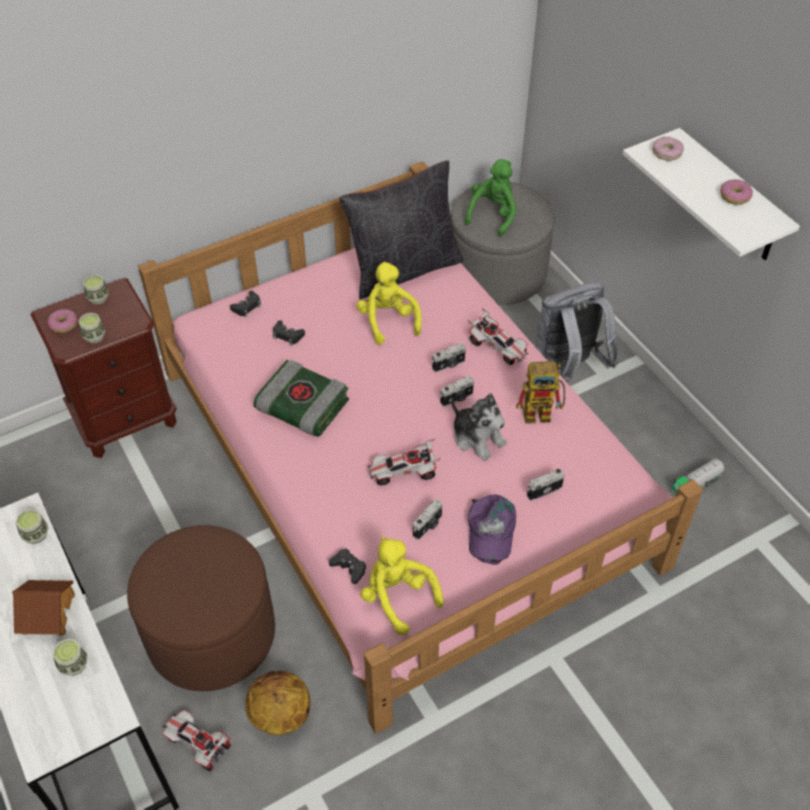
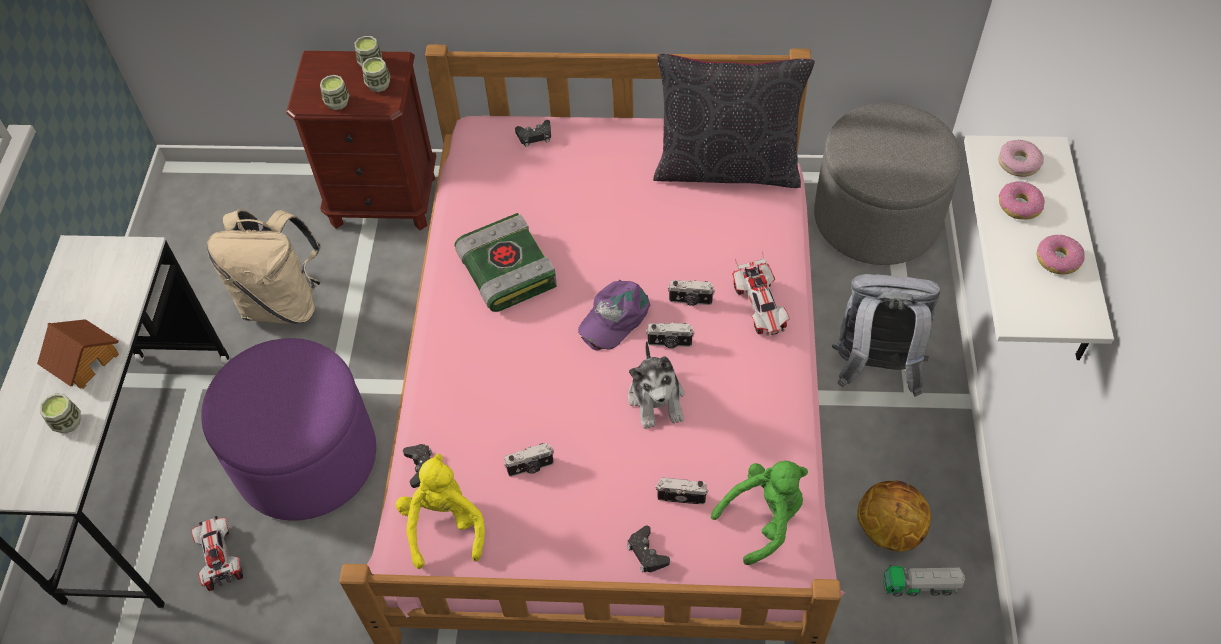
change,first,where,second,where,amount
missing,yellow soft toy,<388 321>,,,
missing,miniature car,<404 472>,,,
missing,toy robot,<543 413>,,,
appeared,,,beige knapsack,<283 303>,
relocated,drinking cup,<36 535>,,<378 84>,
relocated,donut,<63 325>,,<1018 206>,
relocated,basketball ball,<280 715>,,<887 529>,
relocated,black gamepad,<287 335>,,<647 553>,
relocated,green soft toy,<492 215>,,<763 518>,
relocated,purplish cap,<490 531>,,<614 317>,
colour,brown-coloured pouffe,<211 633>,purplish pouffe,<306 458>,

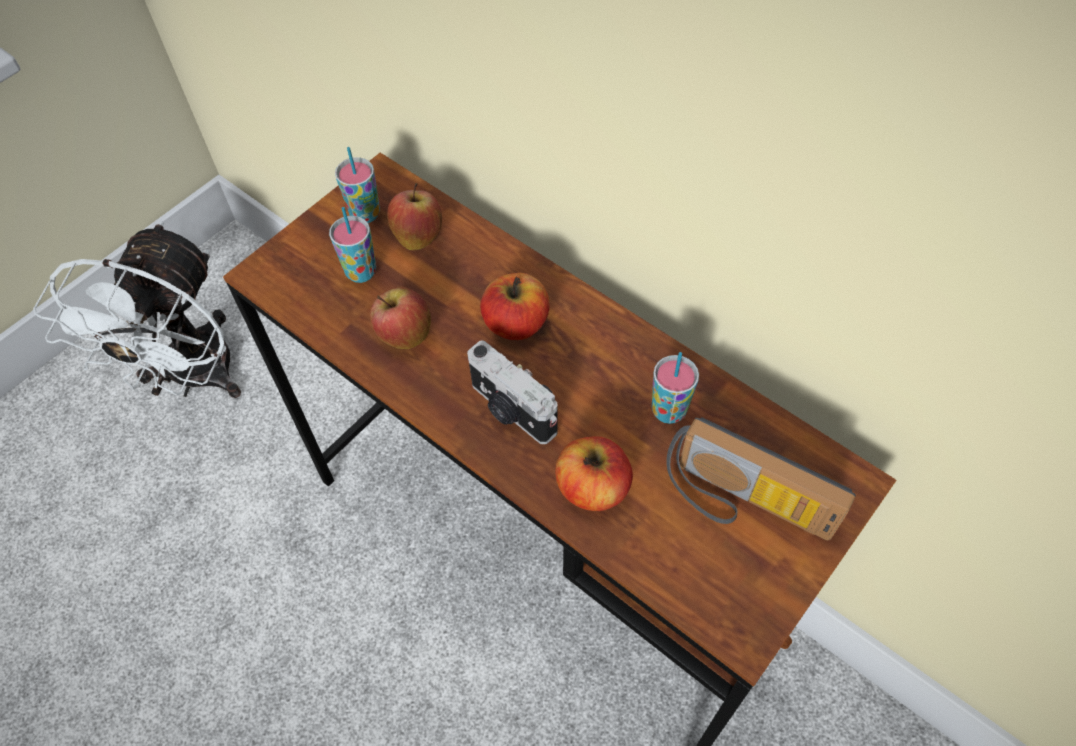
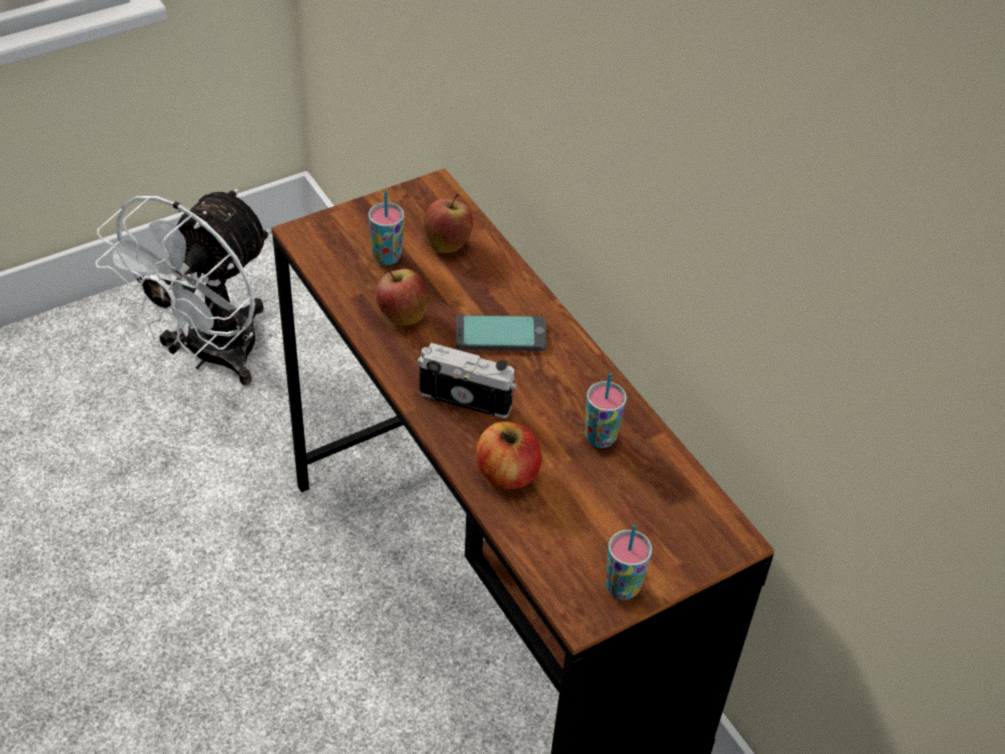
change,first,where,second,where,amount
missing,radio,<743 505>,,,
relocated,drinking cup,<365 214>,,<622 588>,
exchanged,apple,<516 324>,handset,<501 334>,
spun,photo camera,<511 410>,,<466 397>,135 degrees clockwise

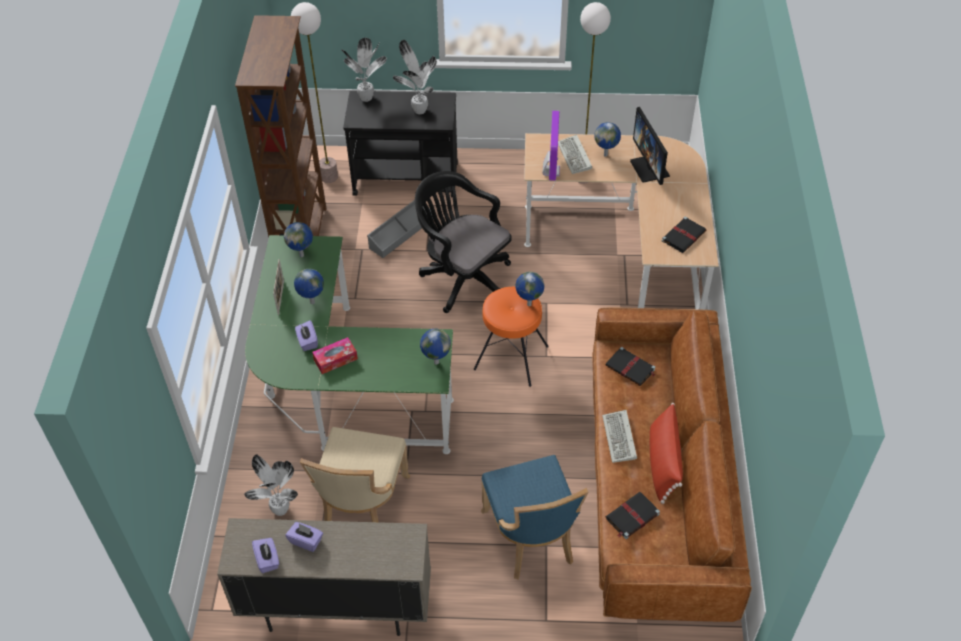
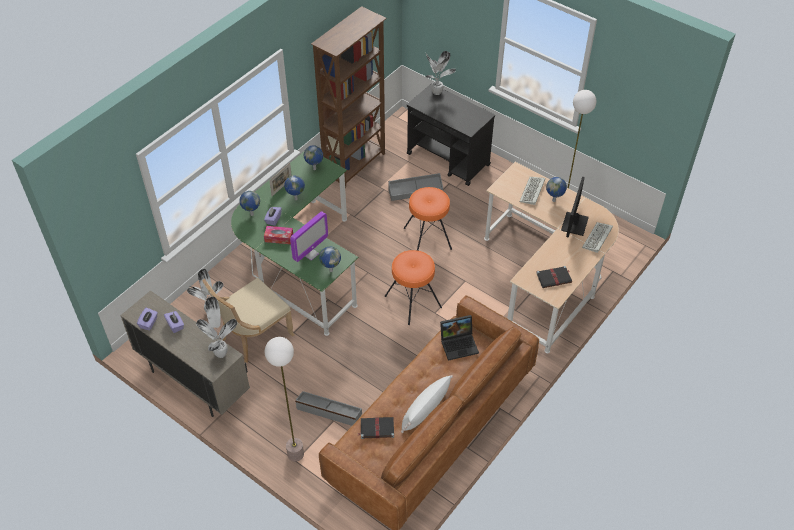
change,first,where,second,where,amount
relocated,standard lamp,<329 176>,,<296 453>,
relocated,plant in a pot,<419 110>,,<221 352>,
relocated,globe,<528 304>,,<251 214>,
relocated,computer display,<551 171>,,<310 254>,
relocated,computer keyboard,<620 439>,,<597 239>,
exchanged,black computer chair,<463 278>,orange-coloured stool seat,<428 238>,
exchanged,blue-coloured plain chair,<531 539>,gray storage container,<329 411>,
exchanged,black volume,<631 368>,notebook computer,<459 344>,
colour,reddish cushion,<663 463>,whitish cushion,<425 410>,

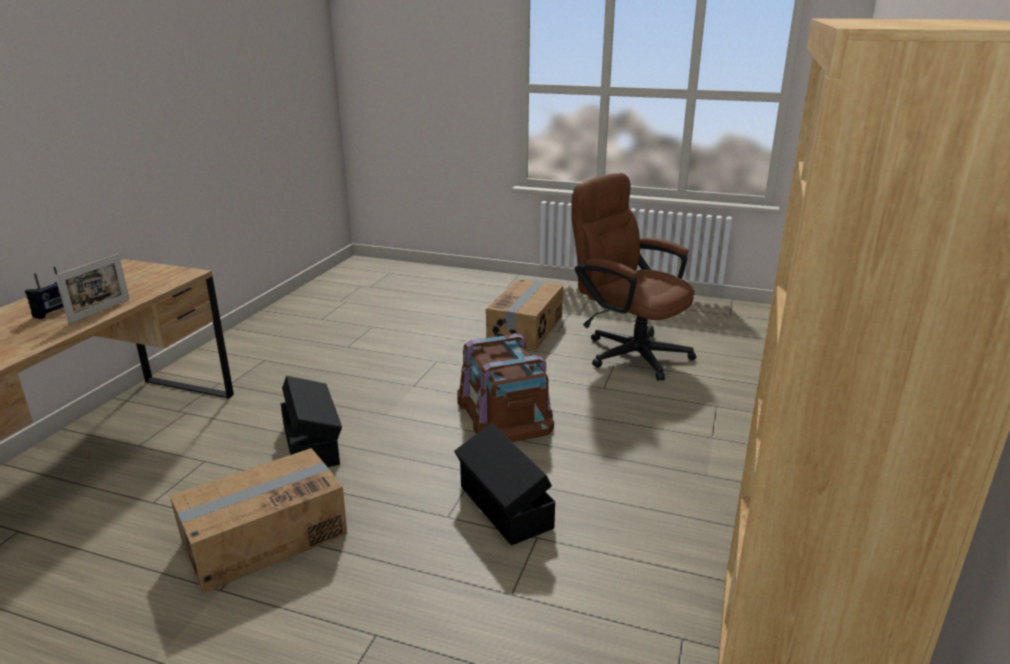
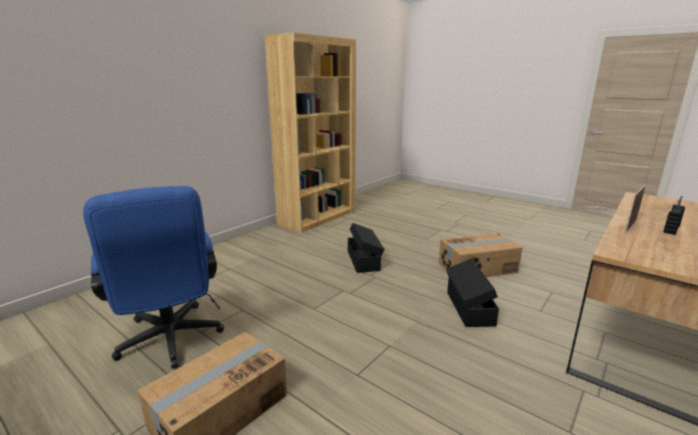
change,first,where,second,where,amount
missing,brown-coloured storage container,<504 412>,,,
colour,brown-coloured computer chair,<628 351>,blue-coloured computer chair,<171 342>,

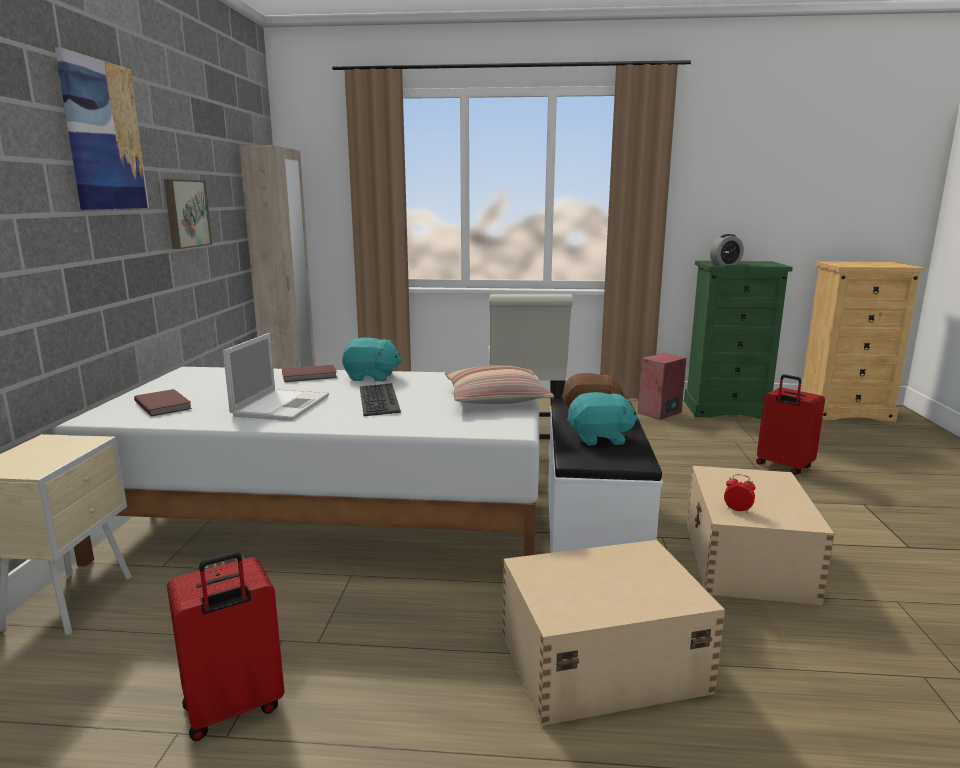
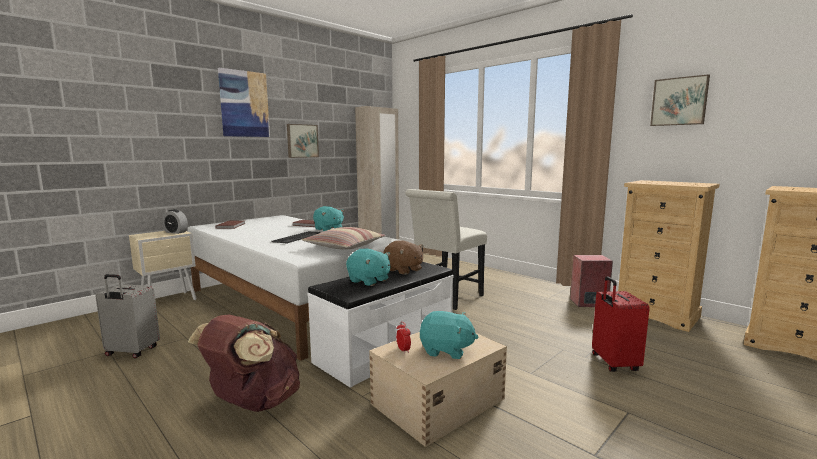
change,first,where,second,where,amount
missing,notebook computer,<282 405>,,,
appeared,,,turquoise-coloured soft toy,<446 350>,
appeared,,,picture,<679 101>,
relocated,table clock,<725 264>,,<176 232>,
exchanged,beige storage container,<599 662>,brown-coloured knapsack,<253 403>,
colour,reddish piece of luggage,<233 709>,gray piece of luggage,<131 352>,
colour,green chest of drawers,<726 409>,beige chest of drawers,<657 314>,

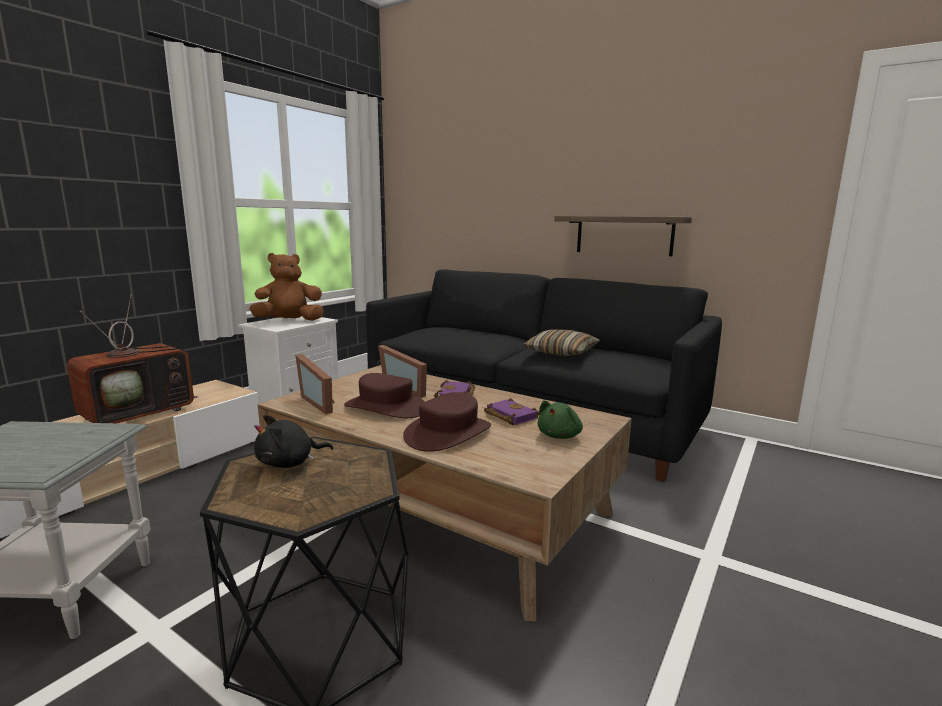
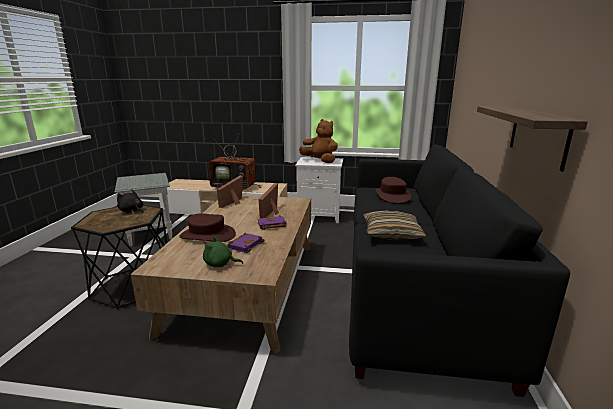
change,first,where,second,where,amount
relocated,brown-coloured hat,<386 407>,,<392 196>,

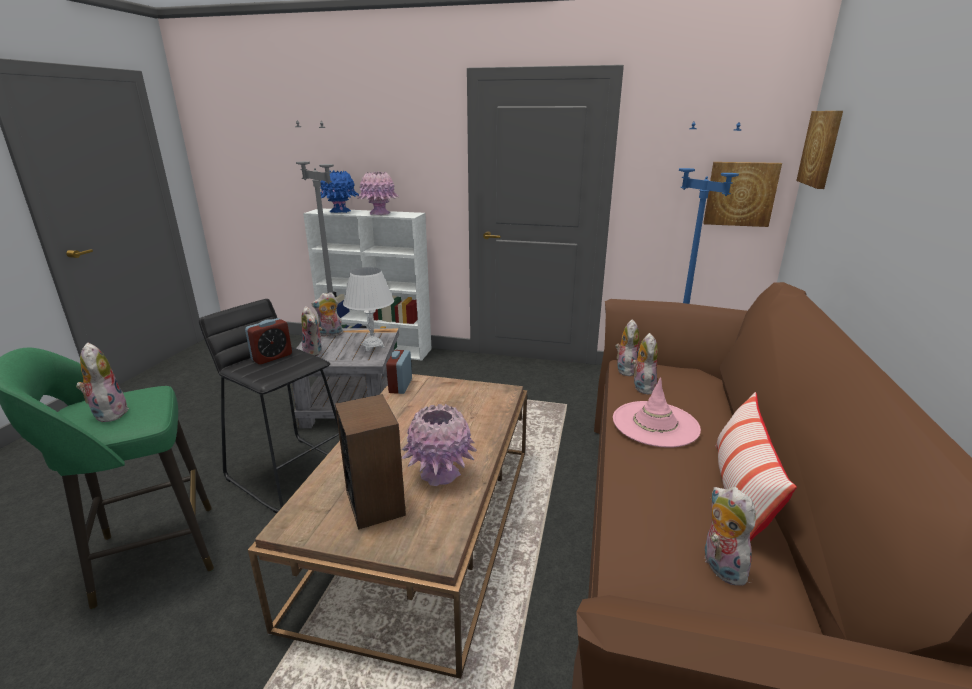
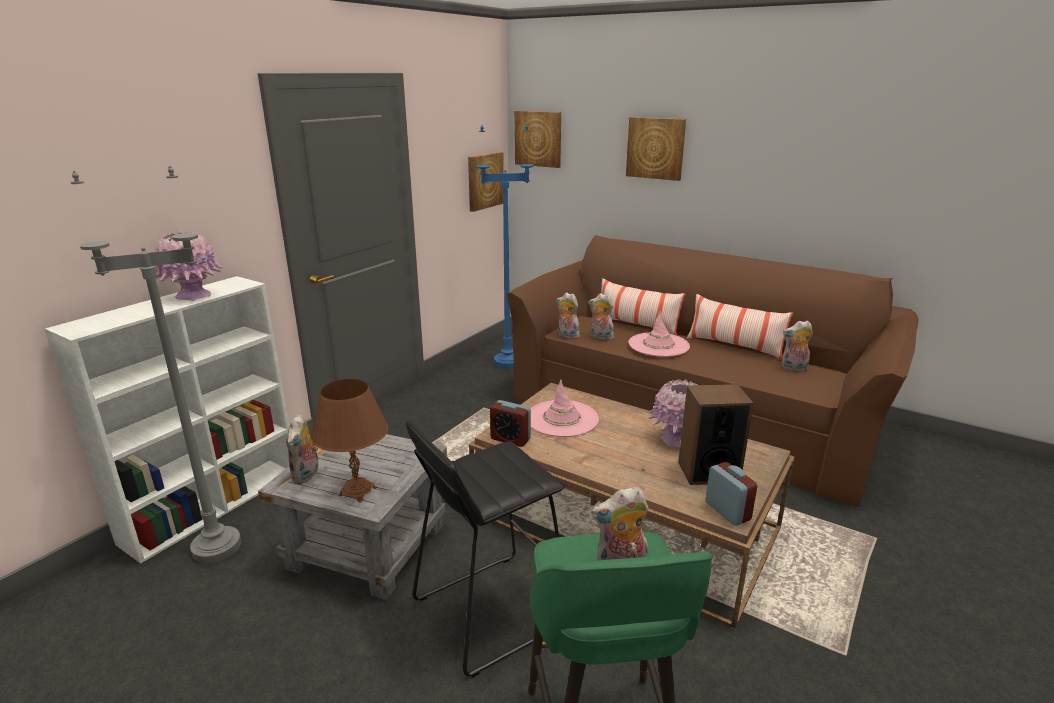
change,first,where,second,where,amount
missing,blue-coloured flower vase,<340 211>,,,
missing,whitish tabletop lamp,<372 346>,,,
appeared,,,pink hat,<562 419>,
appeared,,,cushion,<636 326>,
appeared,,,picture,<655 148>,
relocated,table clock,<272 357>,,<727 511>,
exchanged,soft toy,<314 352>,brown-coloured tabletop lamp,<357 491>,

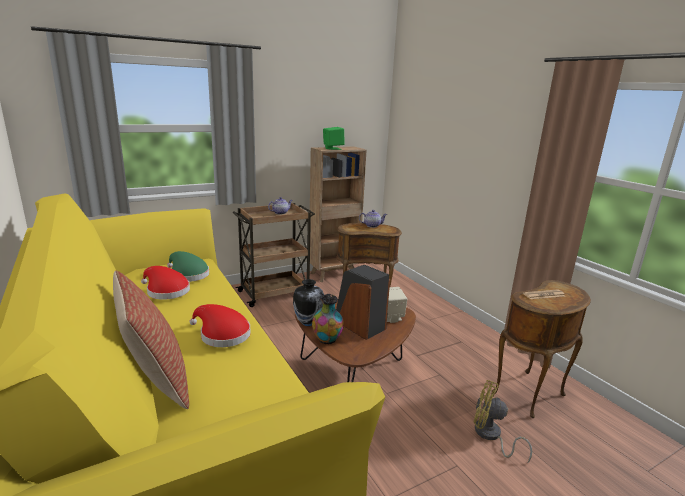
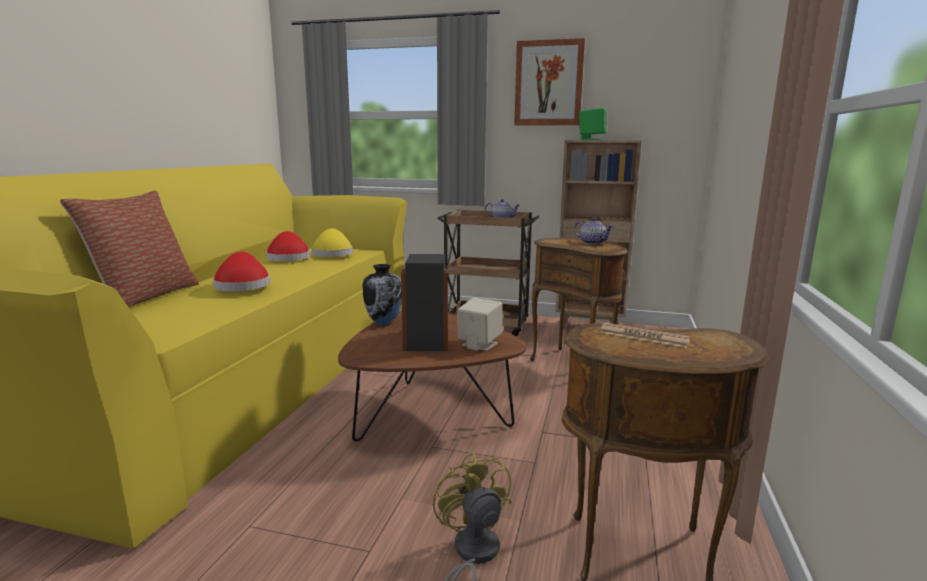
change,first,where,second,where,amount
missing,flower vase,<327 340>,,,
appeared,,,picture,<548 83>,
colour,green hat,<187 274>,yellow hat,<332 254>,

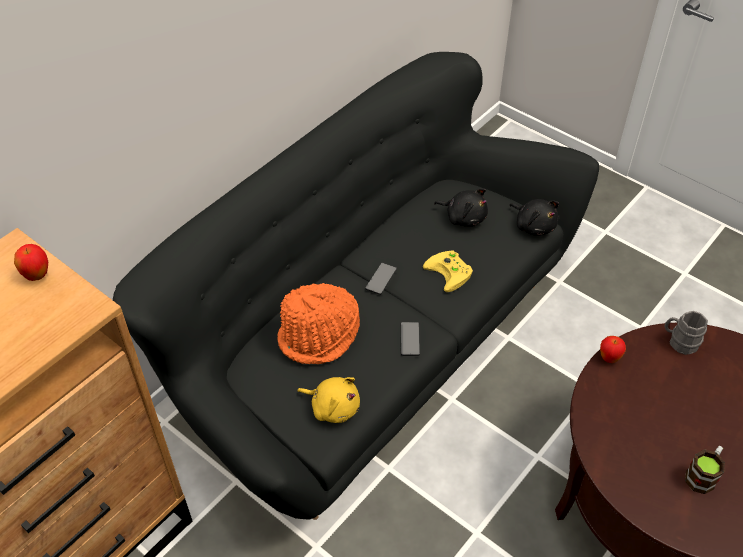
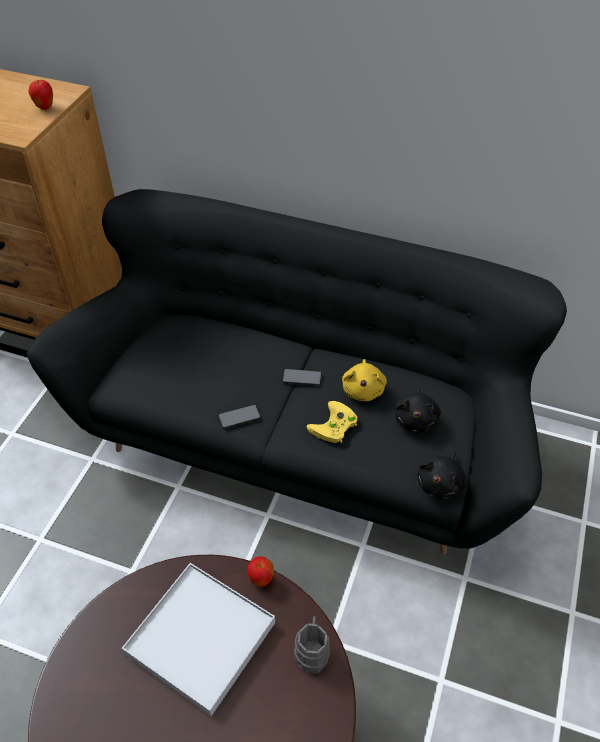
change,first,where,second,where,amount
missing,orange-coloured hat,<319 335>,,,
missing,coffee mug,<703 475>,,,
appeared,,,whitish serving tray,<201 639>,
relocated,yellow soft toy,<333 407>,,<363 389>,

